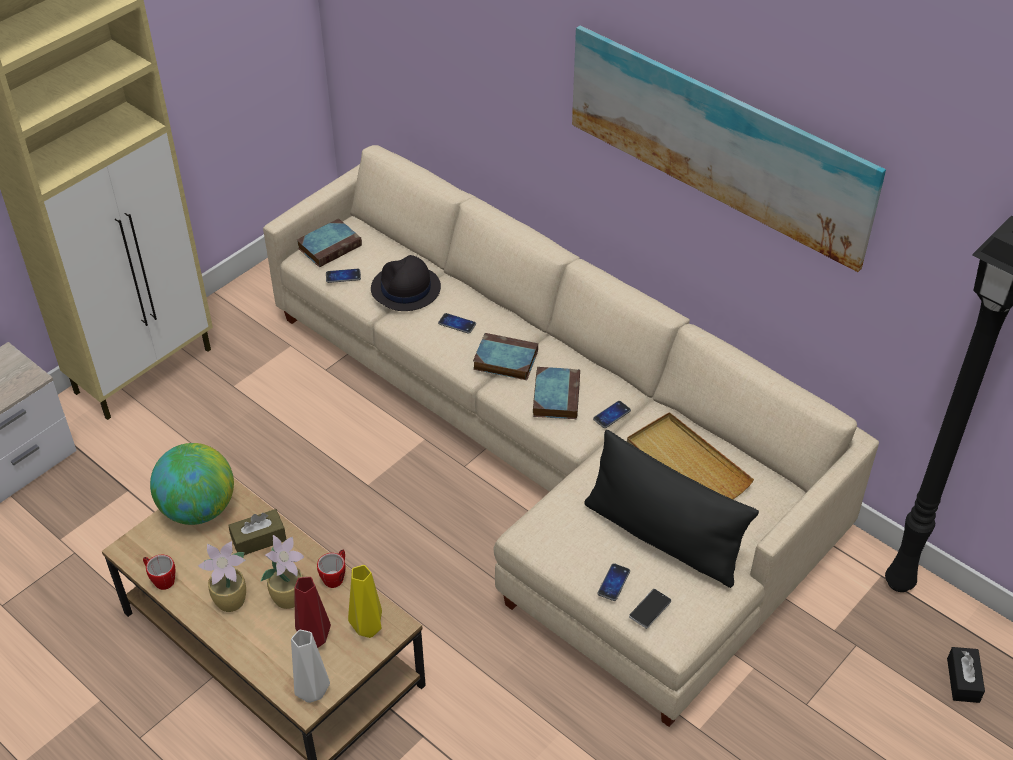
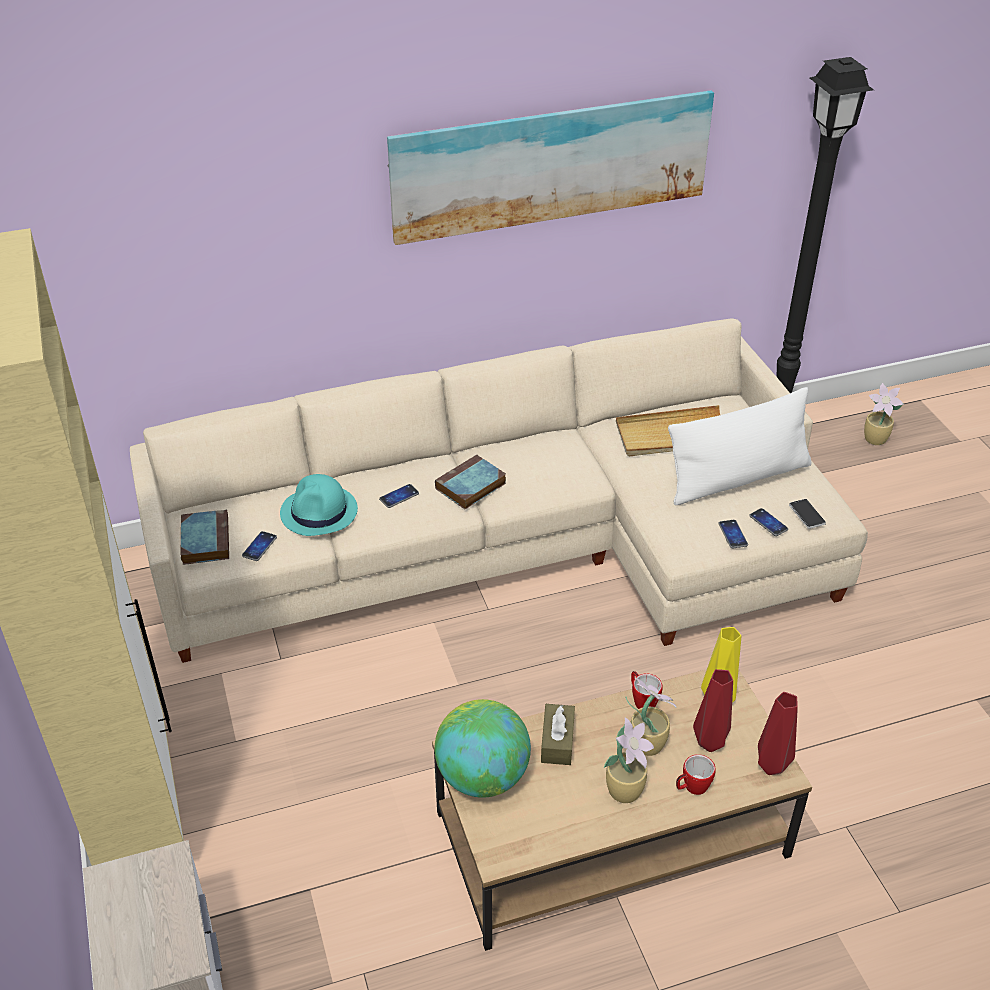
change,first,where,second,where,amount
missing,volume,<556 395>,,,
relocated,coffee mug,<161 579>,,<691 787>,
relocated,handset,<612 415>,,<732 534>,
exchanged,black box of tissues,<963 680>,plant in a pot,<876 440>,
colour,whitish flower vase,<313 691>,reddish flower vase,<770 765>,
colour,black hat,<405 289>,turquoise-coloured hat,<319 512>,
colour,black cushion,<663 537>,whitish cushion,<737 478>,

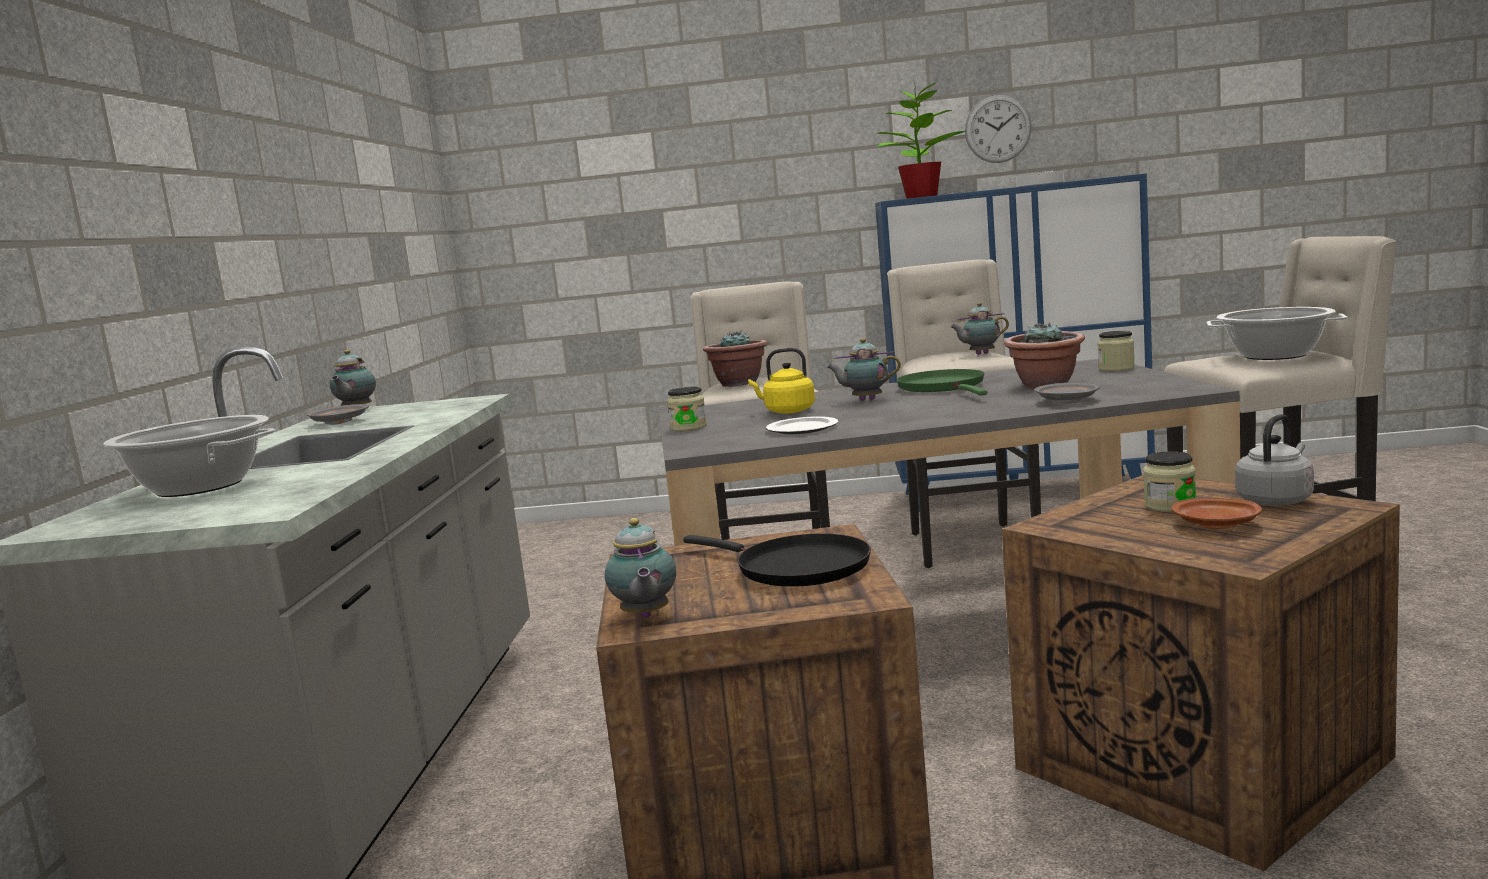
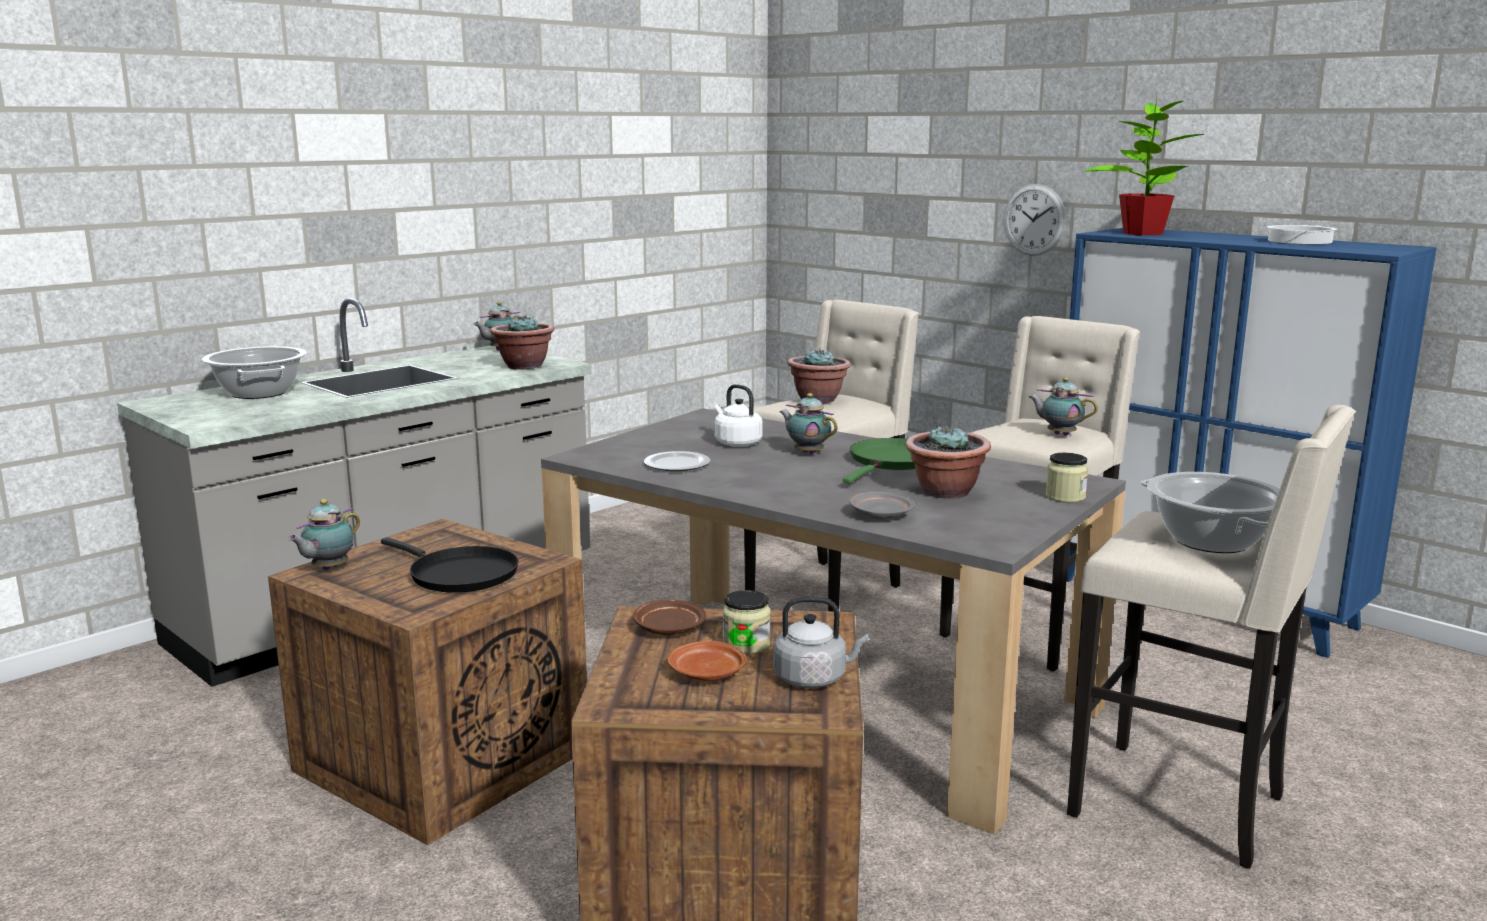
change,first,where,second,where,amount
missing,gray dinner plate,<338 422>,,,
missing,storage jar,<688 427>,,,
appeared,,,plant in a pot,<524 366>,
appeared,,,brown-coloured dinner plate,<668 628>,
relocated,hanging clock,<997 129>,,<1034 220>,
colour,yellow tea kettle,<787 411>,whitish tea kettle,<736 443>,
spun,black skillet,<795 568>,,<459 575>,45 degrees counterclockwise

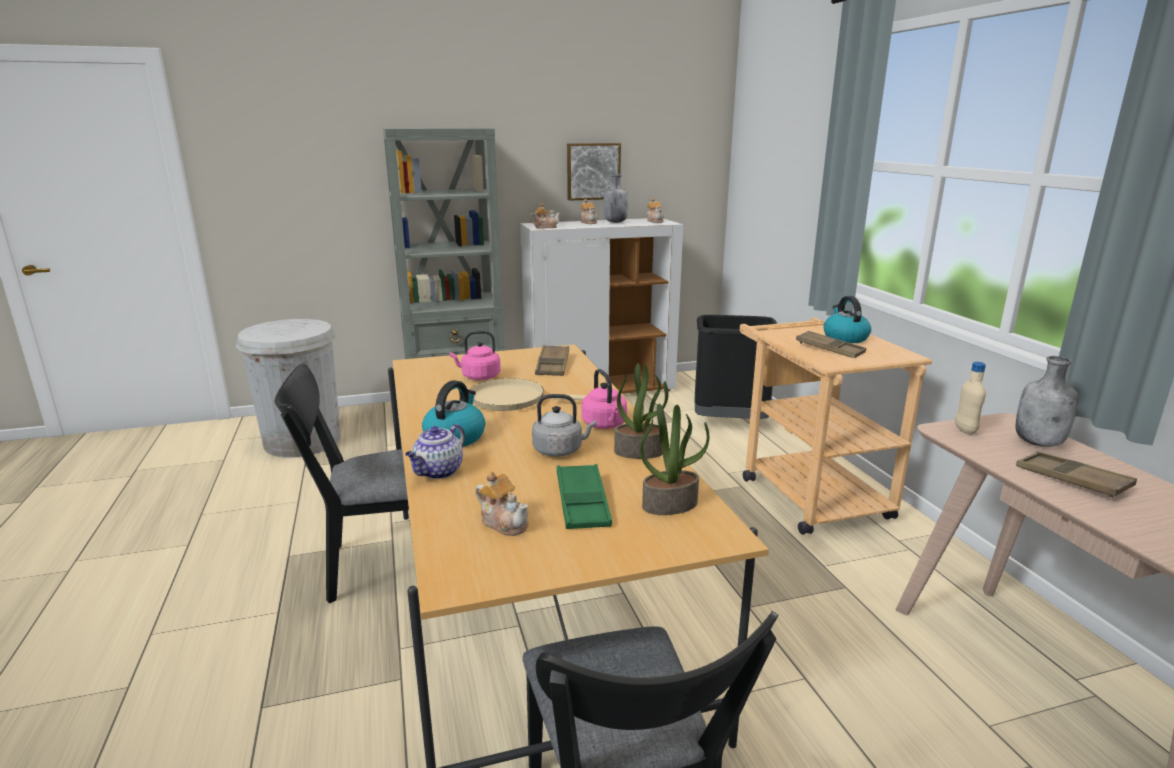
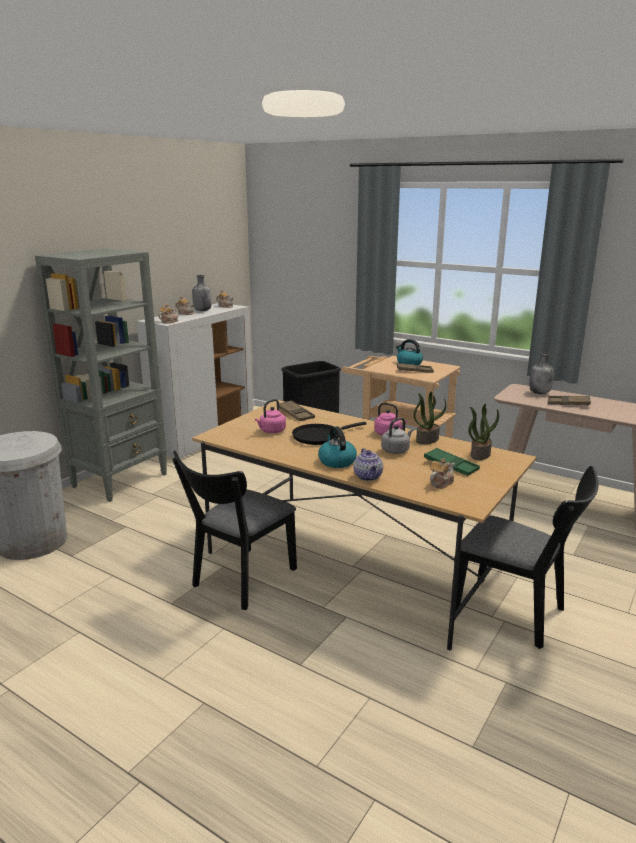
change,first,where,second,where,amount
missing,picture,<593 171>,,,
missing,beige bottle,<965 430>,,,
colour,beige skillet,<512 400>,black skillet,<319 436>,
spun,tea pot,<504 522>,,<440 483>,45 degrees counterclockwise

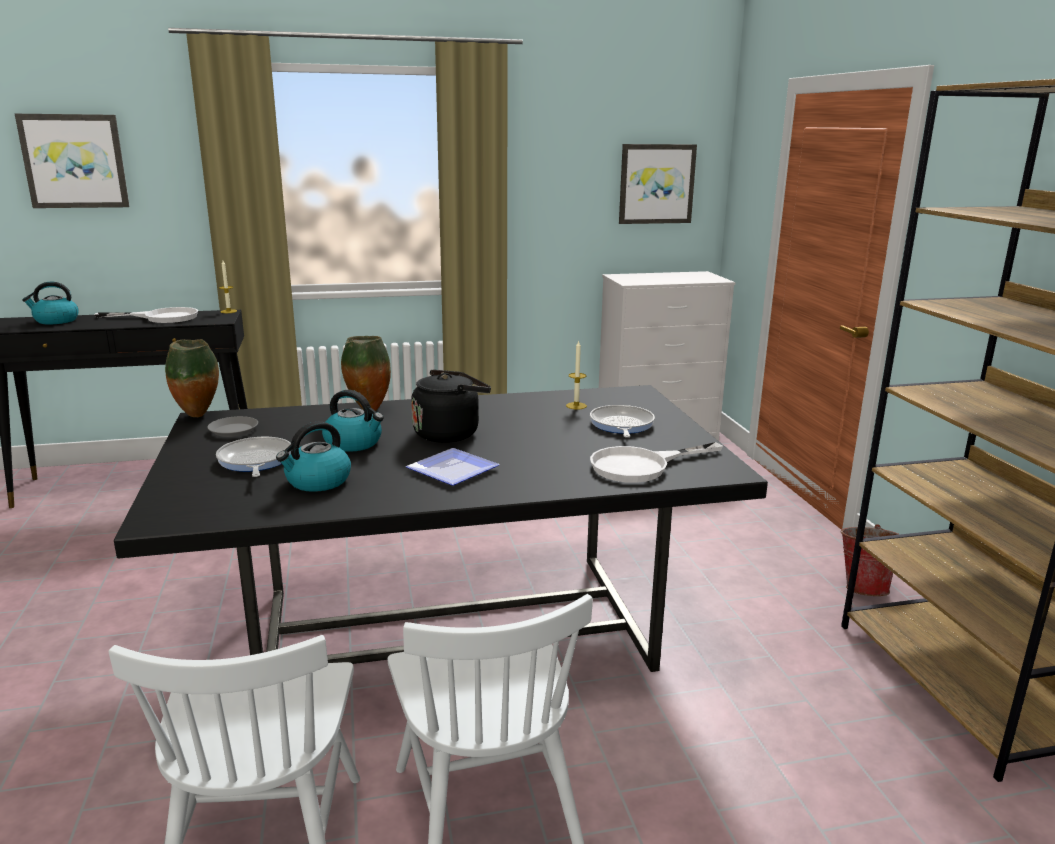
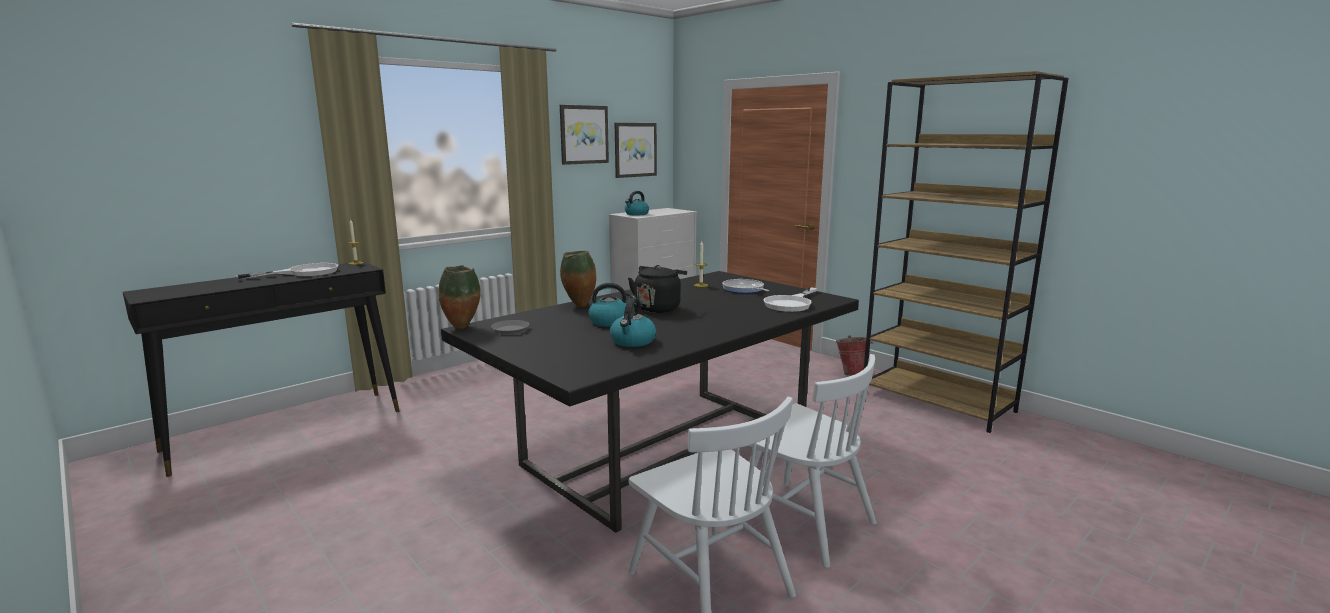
change,first,where,second,where,amount
missing,skillet,<255 461>,,,
missing,dinner plate,<453 469>,,,
relocated,picture,<74 161>,,<583 134>,
relocated,tea kettle,<55 321>,,<636 214>,

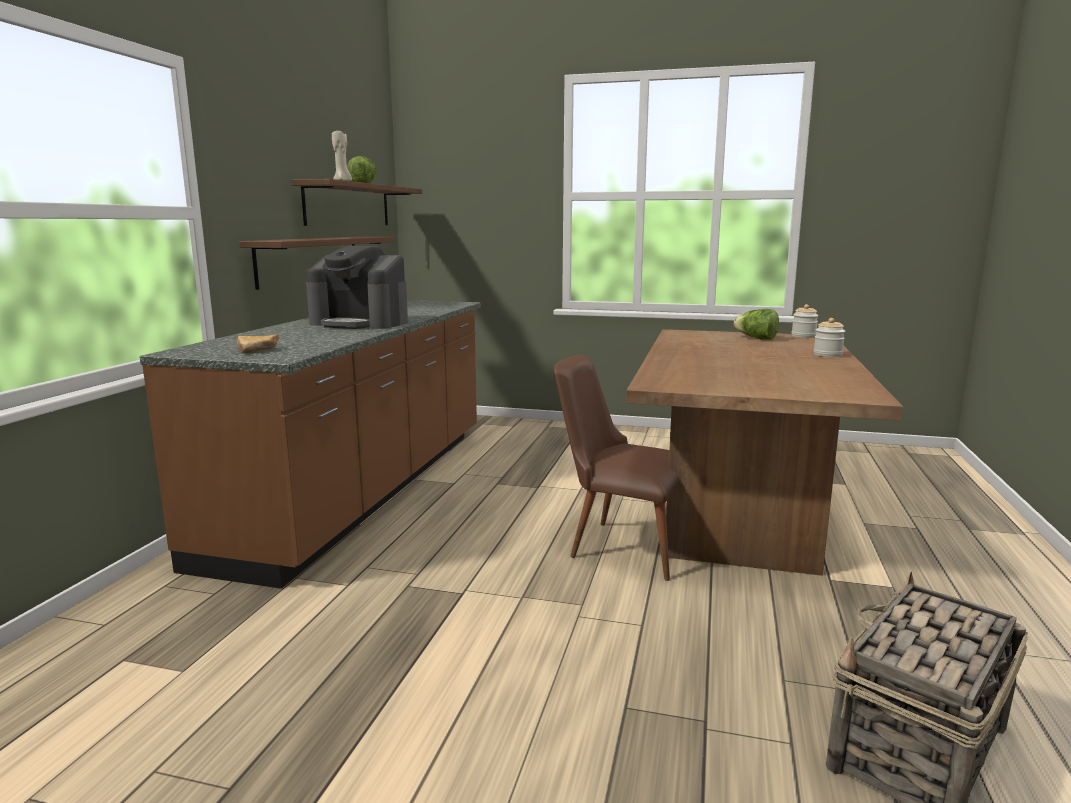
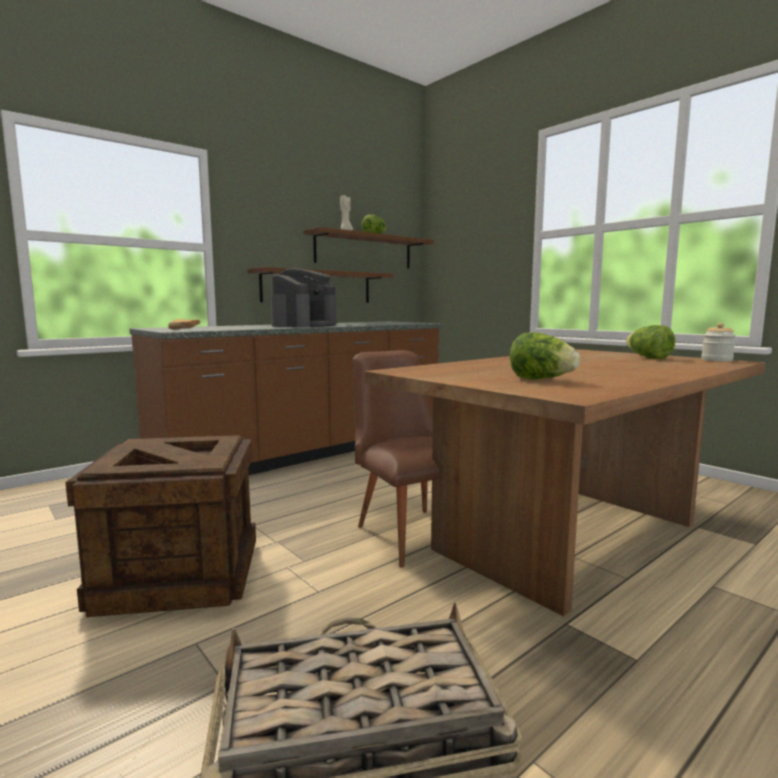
change,first,where,second,where,amount
missing,storage jar,<827 355>,,,
appeared,,,packing crate,<177 576>,
appeared,,,lettuce,<541 379>,
spun,coffee maker,<360 323>,,<305 325>,120 degrees counterclockwise

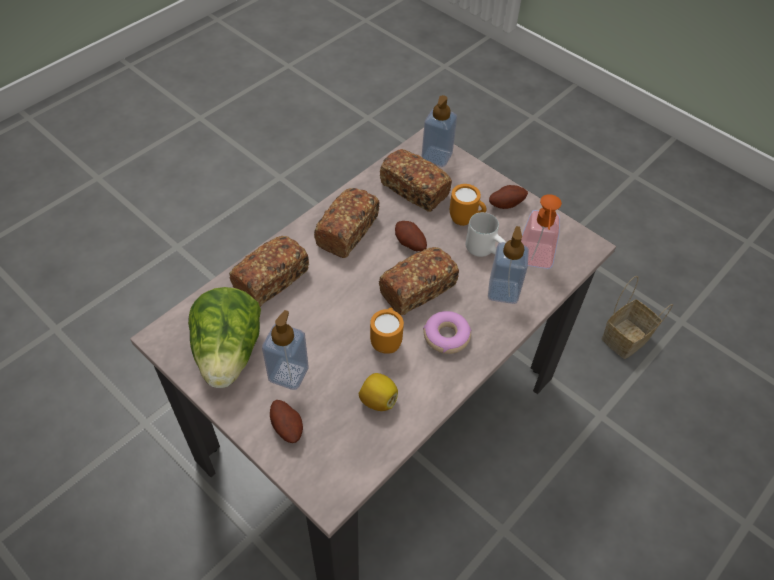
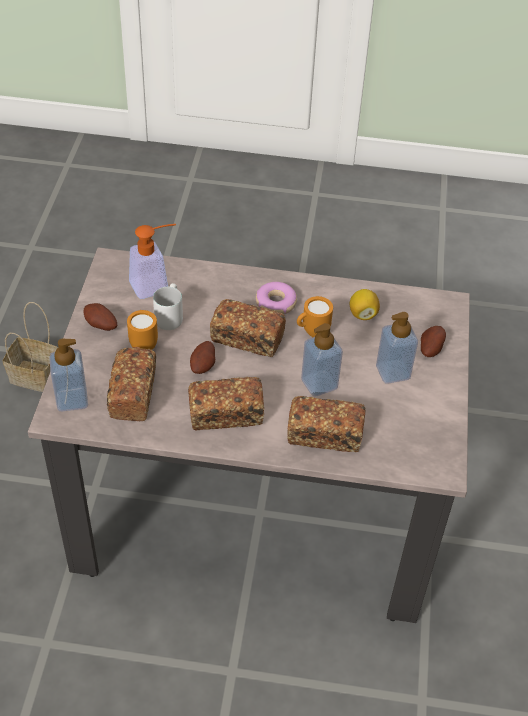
change,first,where,second,where,amount
missing,lettuce,<229 353>,,,
relocated,soap dispenser,<503 291>,,<319 383>,

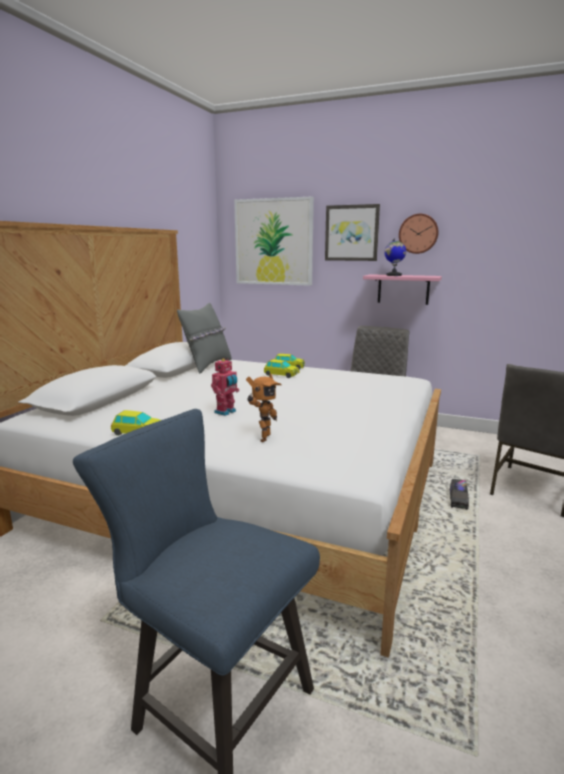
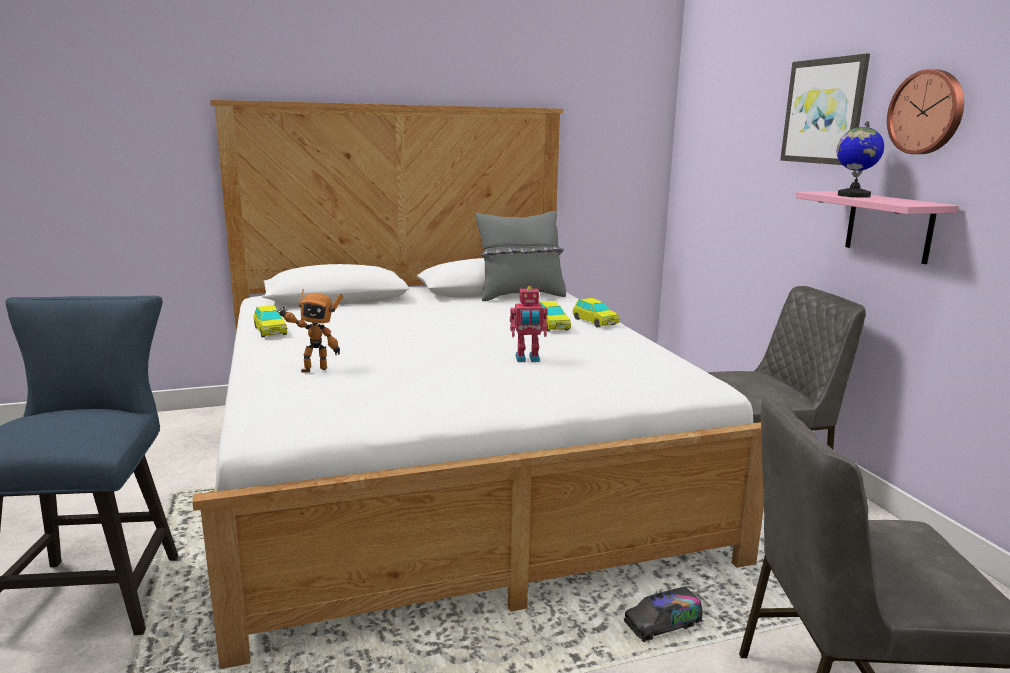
change,first,where,second,where,amount
missing,picture,<273 242>,,,
relocated,toy robot,<226 412>,,<527 359>,

